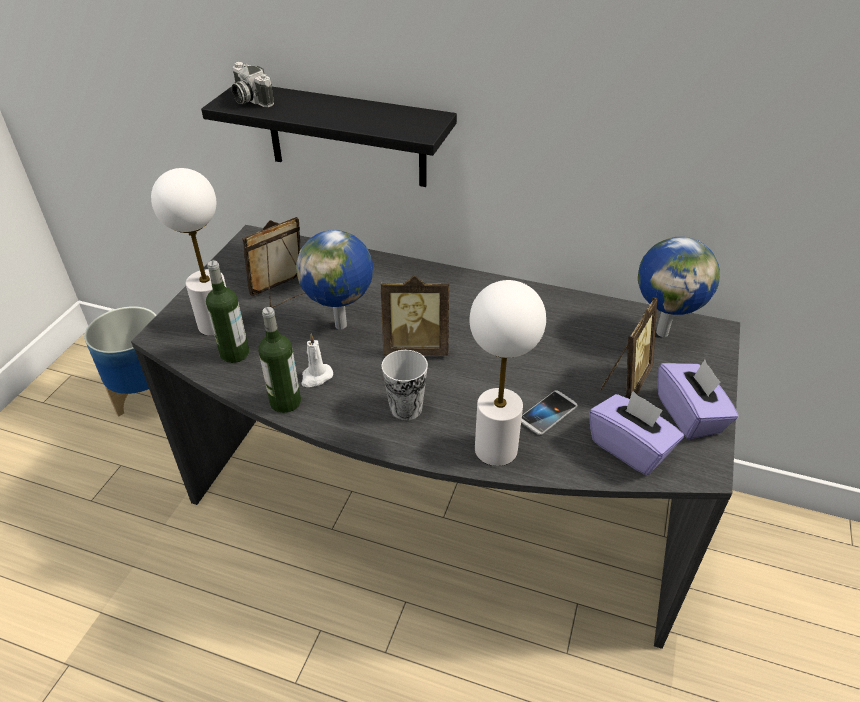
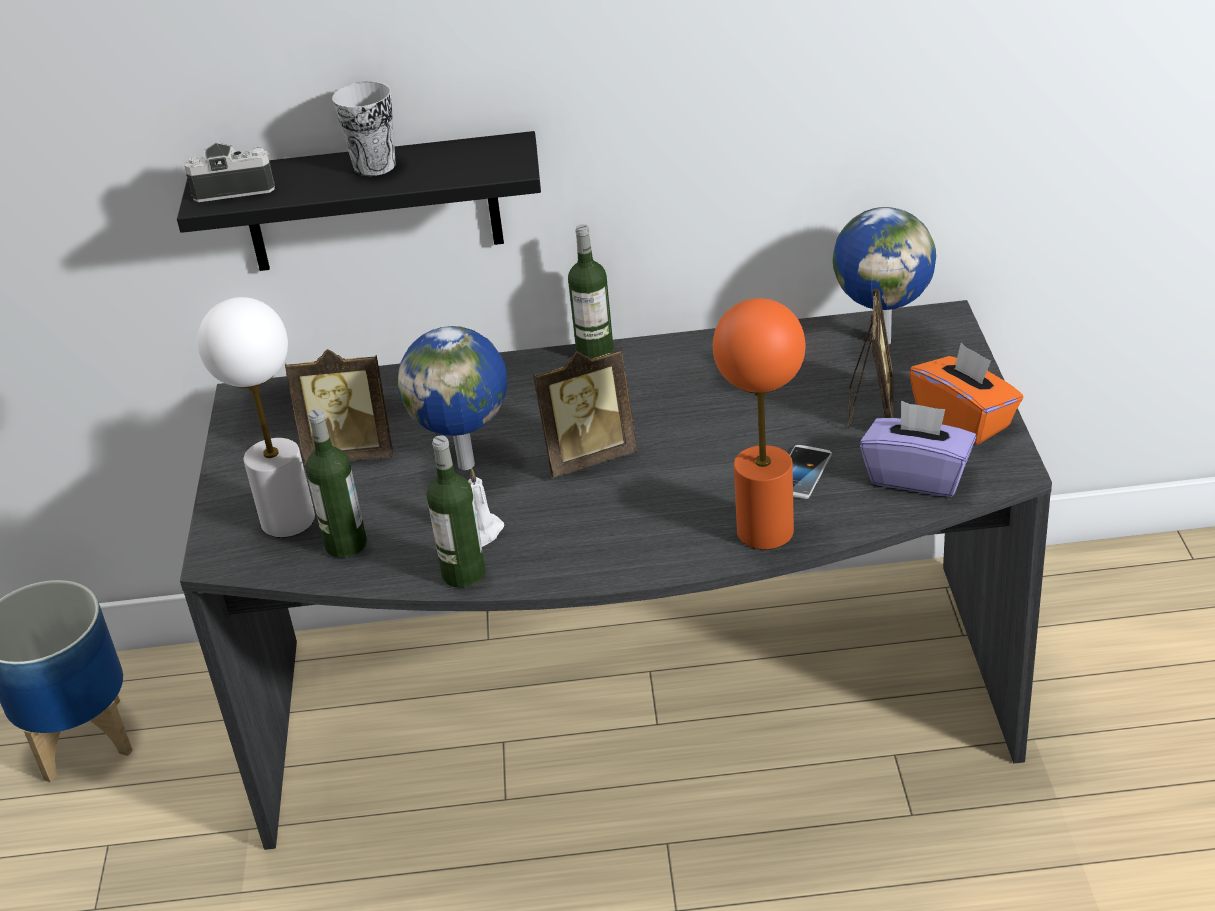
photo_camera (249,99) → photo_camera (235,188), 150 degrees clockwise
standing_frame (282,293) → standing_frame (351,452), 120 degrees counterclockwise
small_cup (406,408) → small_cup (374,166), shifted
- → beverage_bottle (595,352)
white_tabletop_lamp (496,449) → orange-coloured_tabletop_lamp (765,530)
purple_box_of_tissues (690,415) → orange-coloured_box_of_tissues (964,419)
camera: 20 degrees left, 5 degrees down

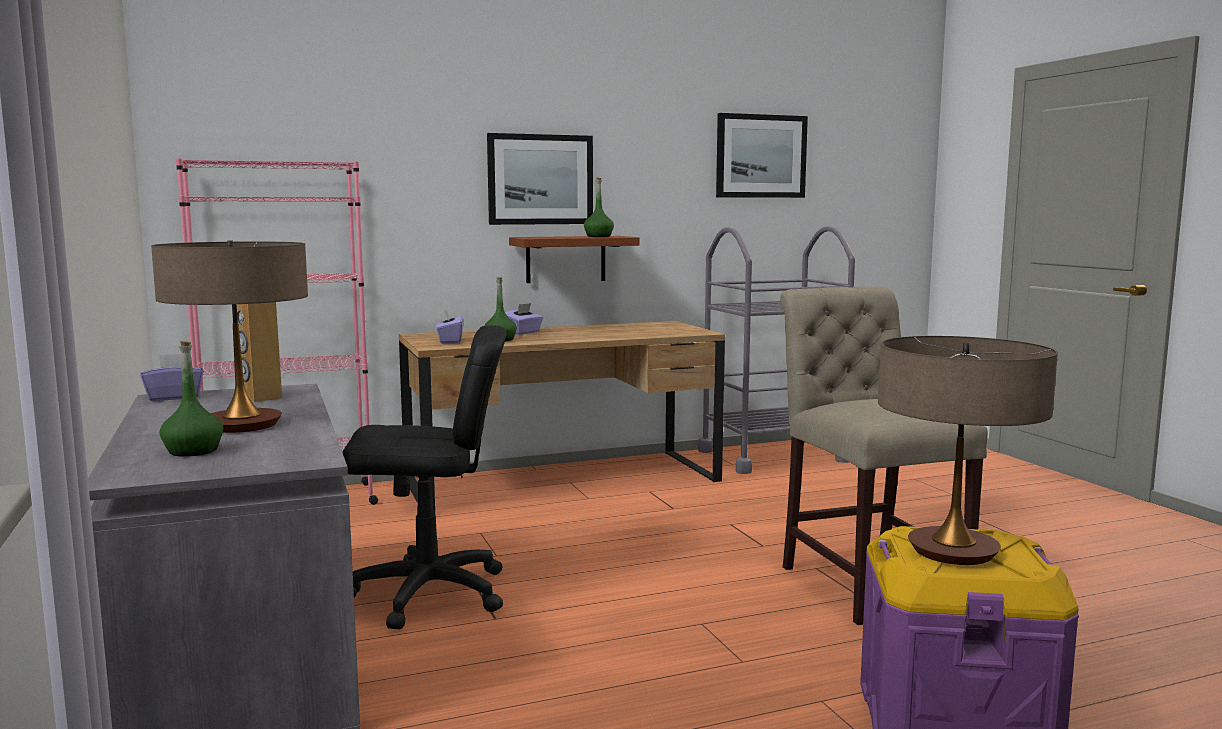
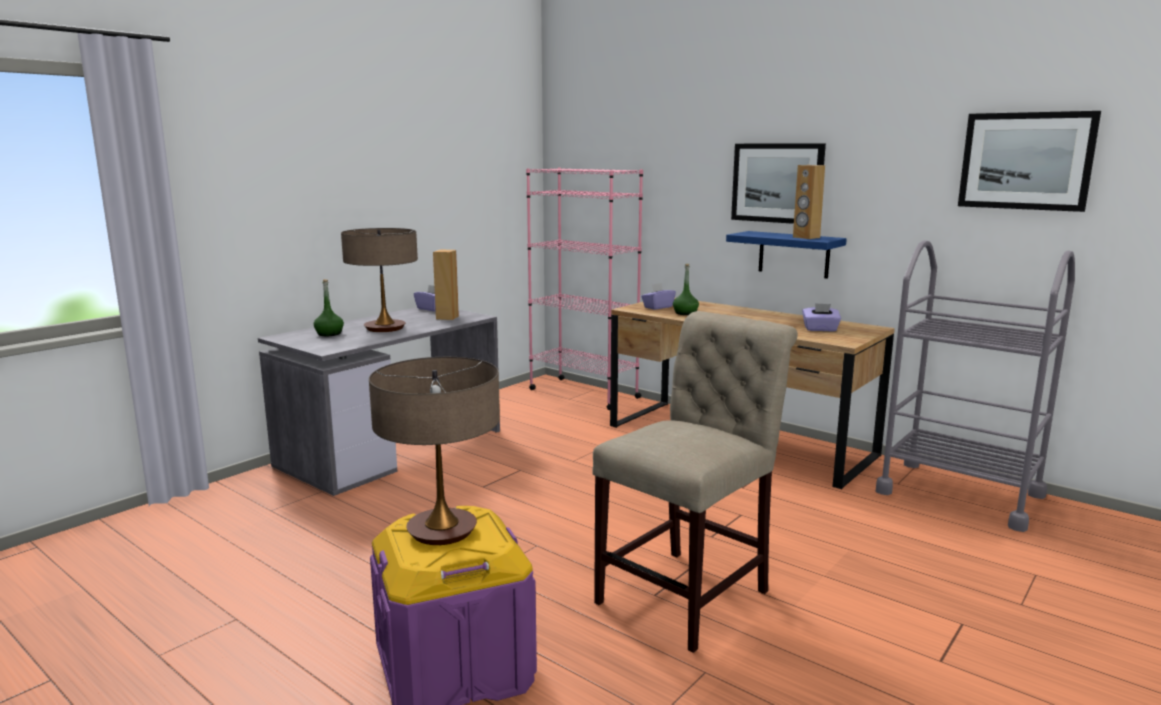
brown-coloured_wall_shelf (566,259) → blue-coloured_wall_shelf (794,254)
green-coloured_beverage_bottle (598,236) → brown-coloured_audio_speaker (806,237)
purple_box_of_tissues (522,332) → purple_box_of_tissues (820,329), shifted
black_desk_chair (429,594) → -
camera: 60 degrees right, 5 degrees up

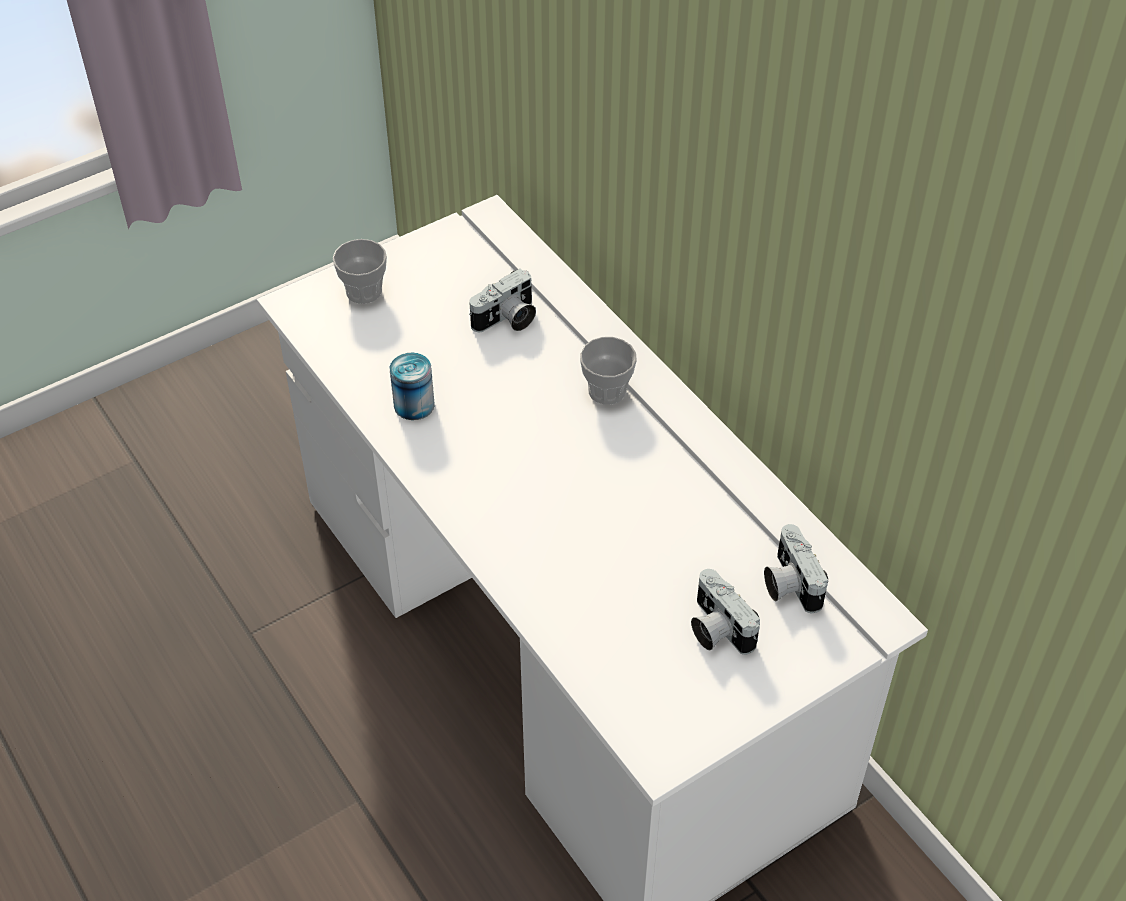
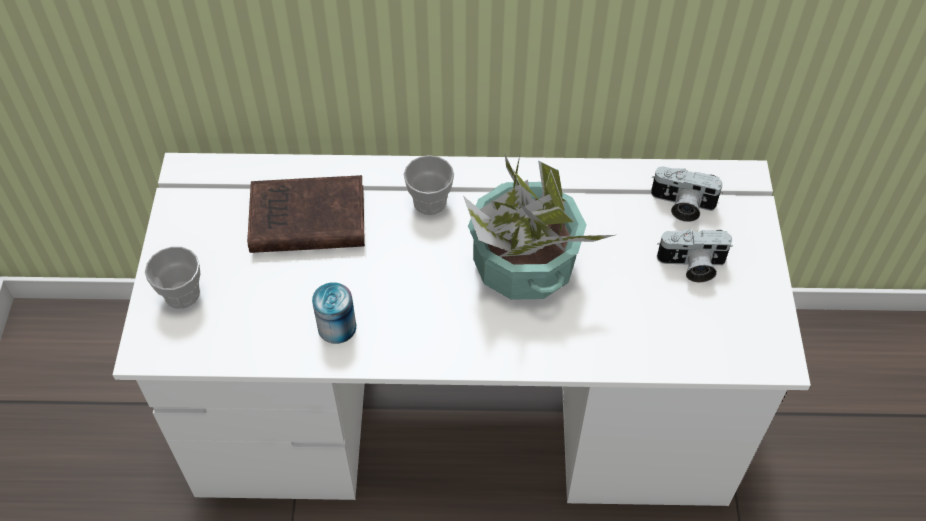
photo_camera (507,320) → brown-coloured_bound_book (304,220)
- → plant_in_a_pot (523,263)
camera: 55 degrees left, 5 degrees up

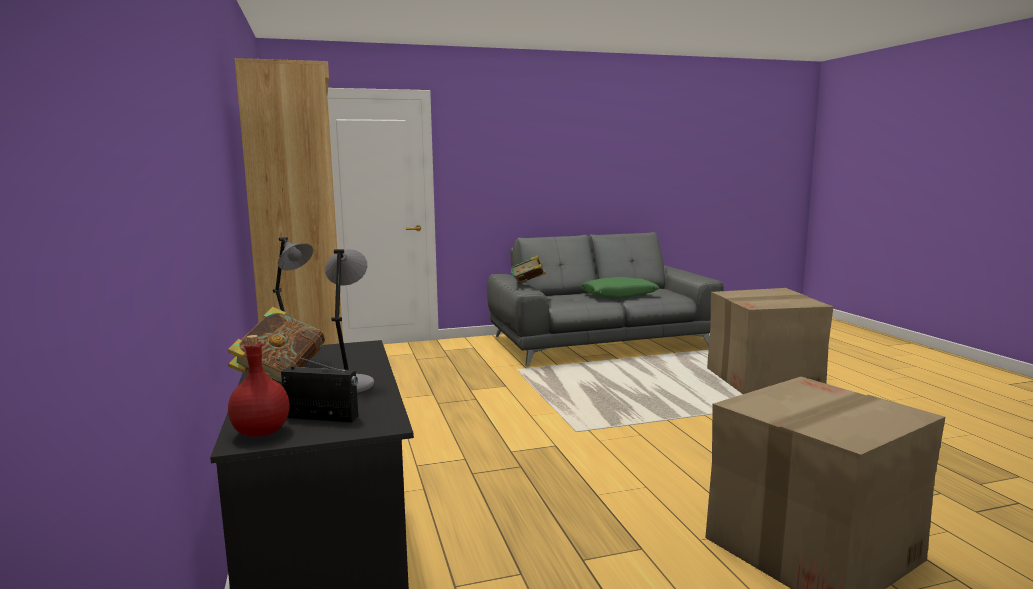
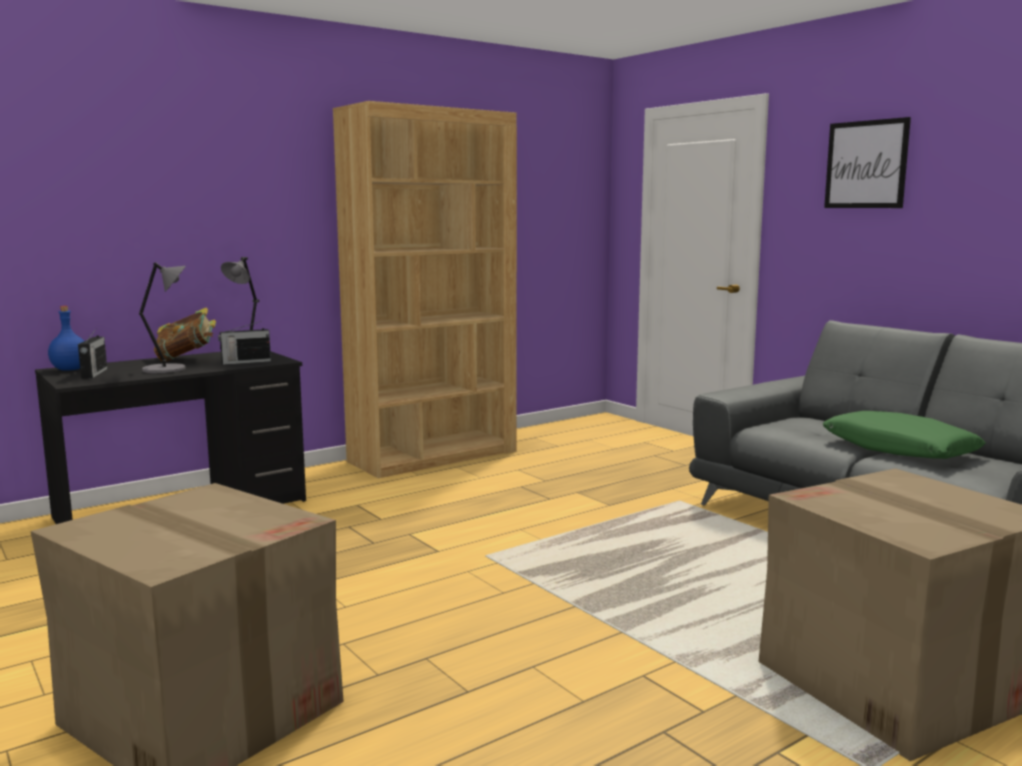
red_beverage_bottle (260,432) → blue-coloured_beverage_bottle (70,369)
- → radio (245,362)
- → wall_art (866,164)
bound_book (528,285) → -
camera: 70 degrees right, 0 degrees up

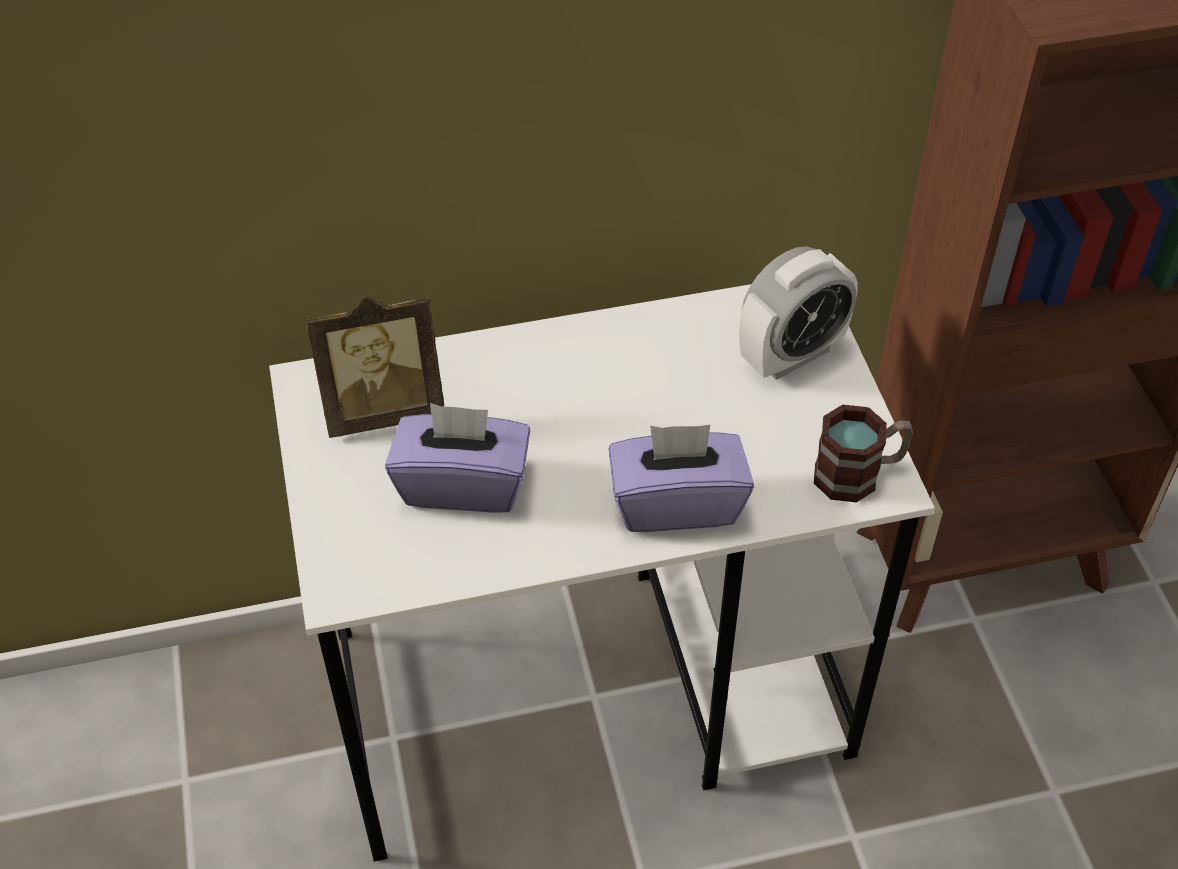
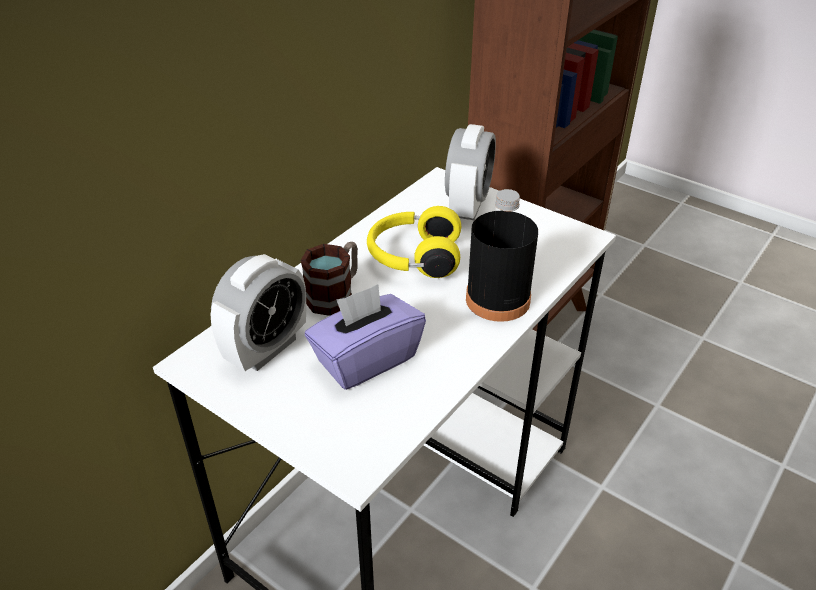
standing_frame (383,410) → bedside_clock (266,349)
tea_mug (859,474) → tea_mug (335,294), shifted
- → yellow-coloured_headphones (413,258)
purple_box_of_tissues (677,503) → black_beverage_bottle (497,300)
camera: 40 degrees left, 10 degrees down

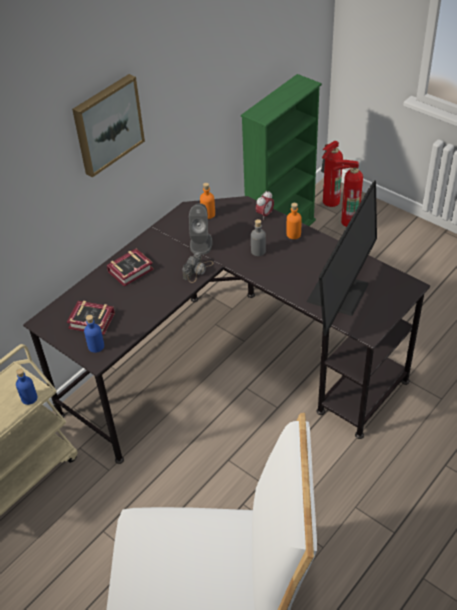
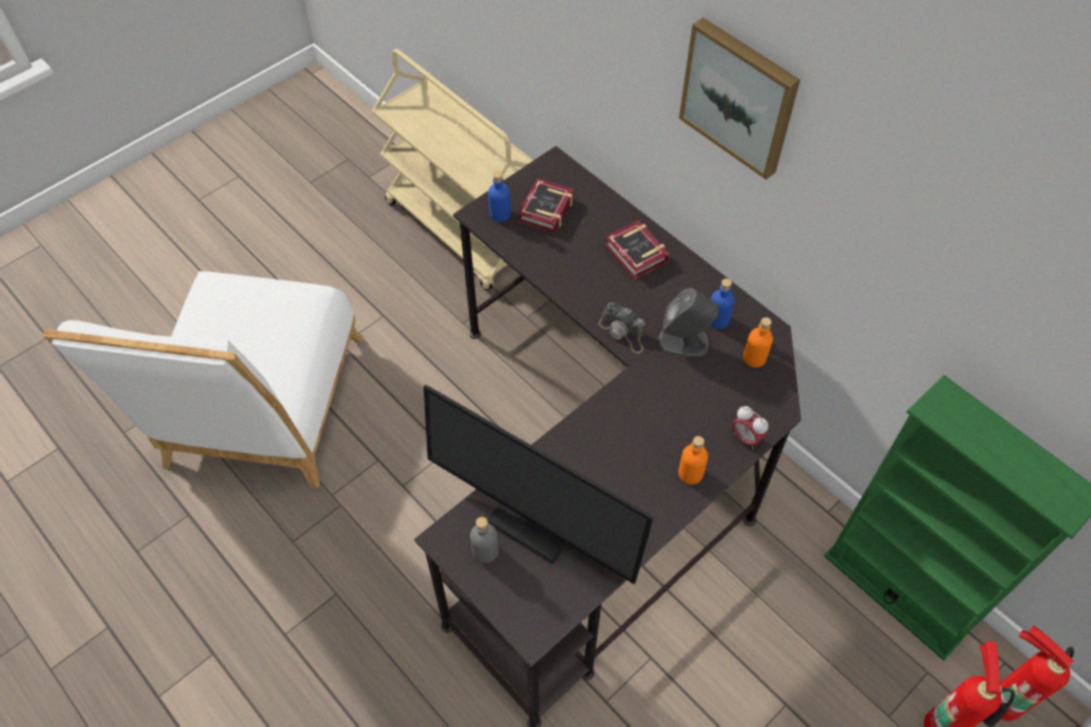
grey_beverage_bottle (258,251) → grey_beverage_bottle (485,551), shifted
blue-coloured_beverage_bottle (29,398) → blue-coloured_beverage_bottle (718,319), shifted
camera: 95 degrees right, 10 degrees up

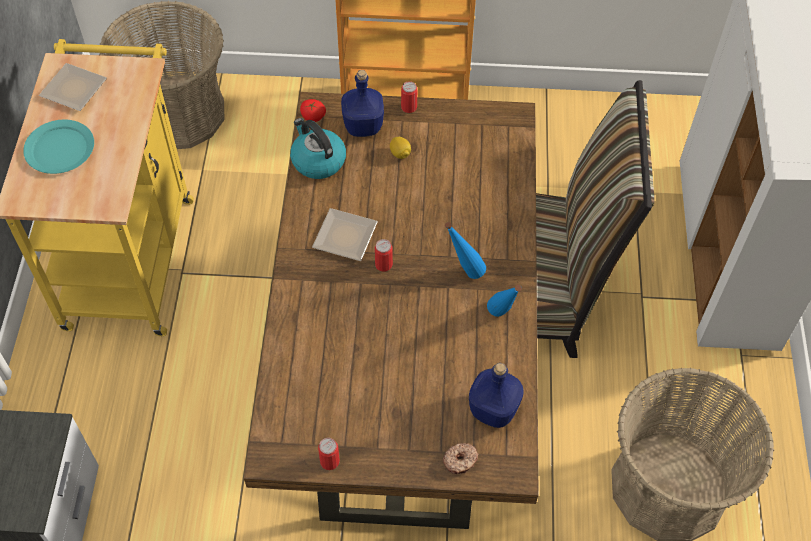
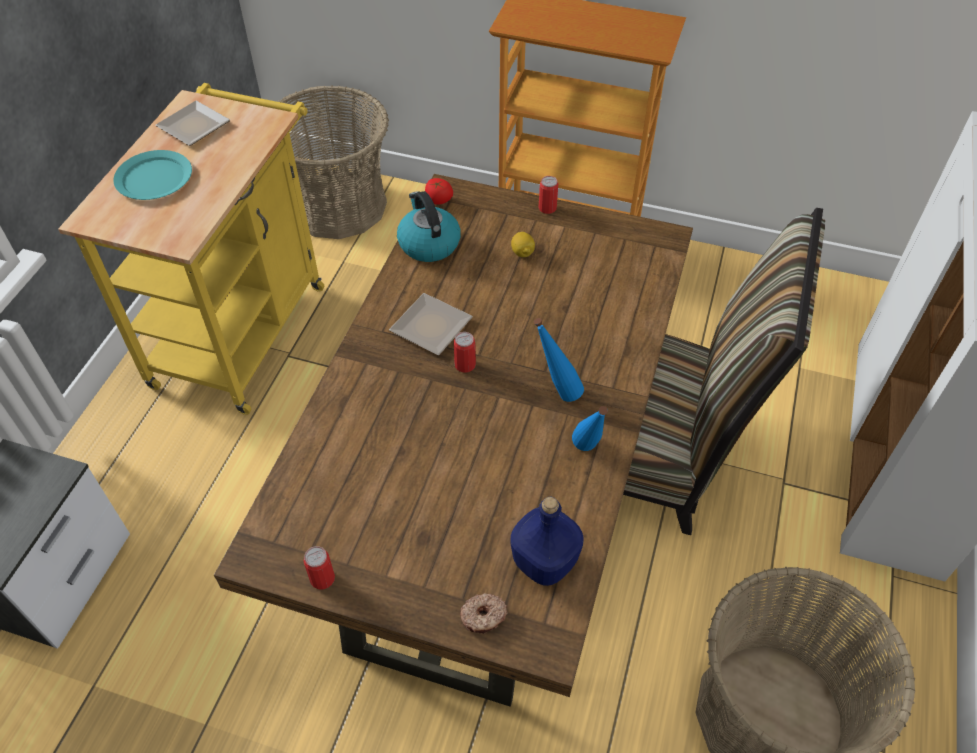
blue-coloured_beverage_bottle (363,127) → -
camera: 15 degrees right, 5 degrees down

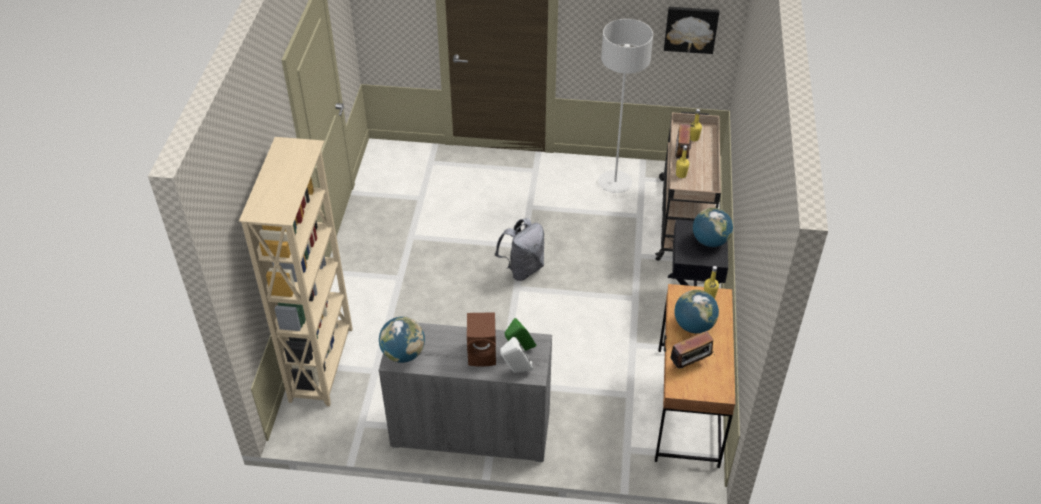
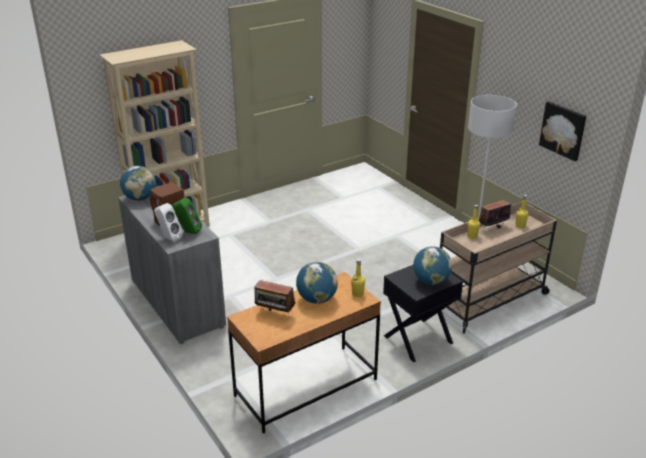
grey_knapsack (523,269) → -
camera: 50 degrees right, 15 degrees down

